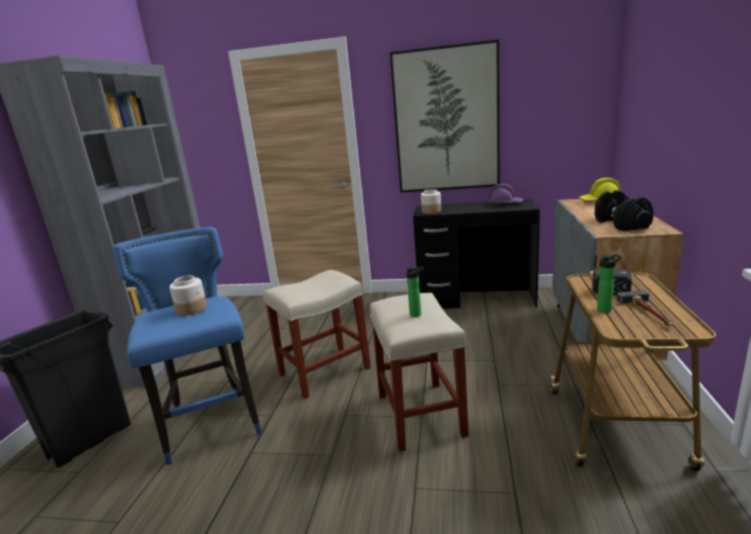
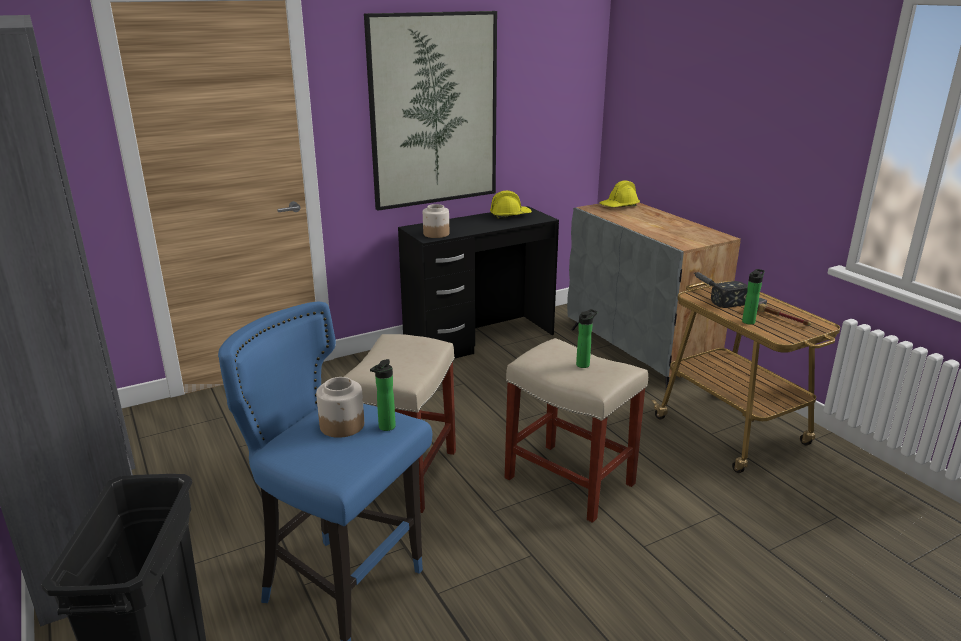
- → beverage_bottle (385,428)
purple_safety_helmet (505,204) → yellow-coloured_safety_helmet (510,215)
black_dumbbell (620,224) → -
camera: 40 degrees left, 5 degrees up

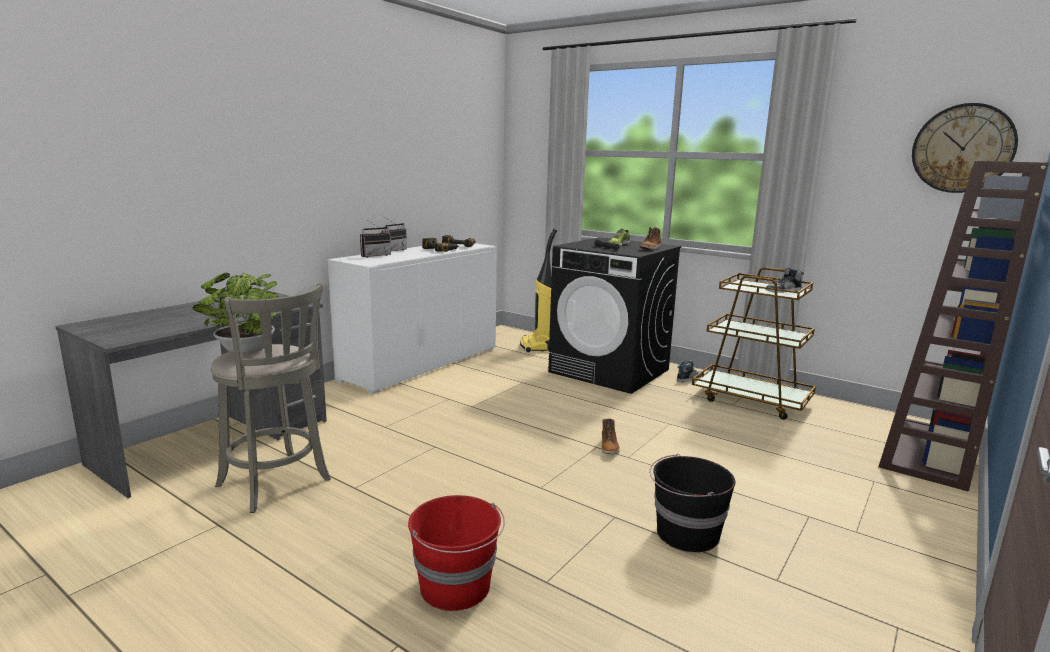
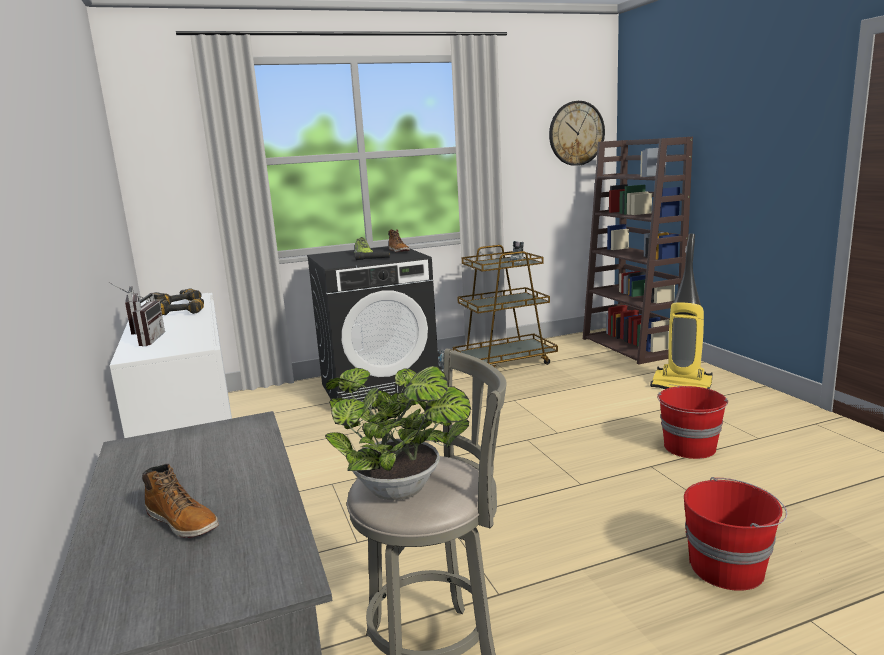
high-top_boot (609,447) → high-top_boot (183,522), shifted
vacuum_cleaner (536,346) → vacuum_cleaner (682,385), shifted
black_bucket (686,534) → red_bucket (690,448)
camera: 55 degrees left, 0 degrees up

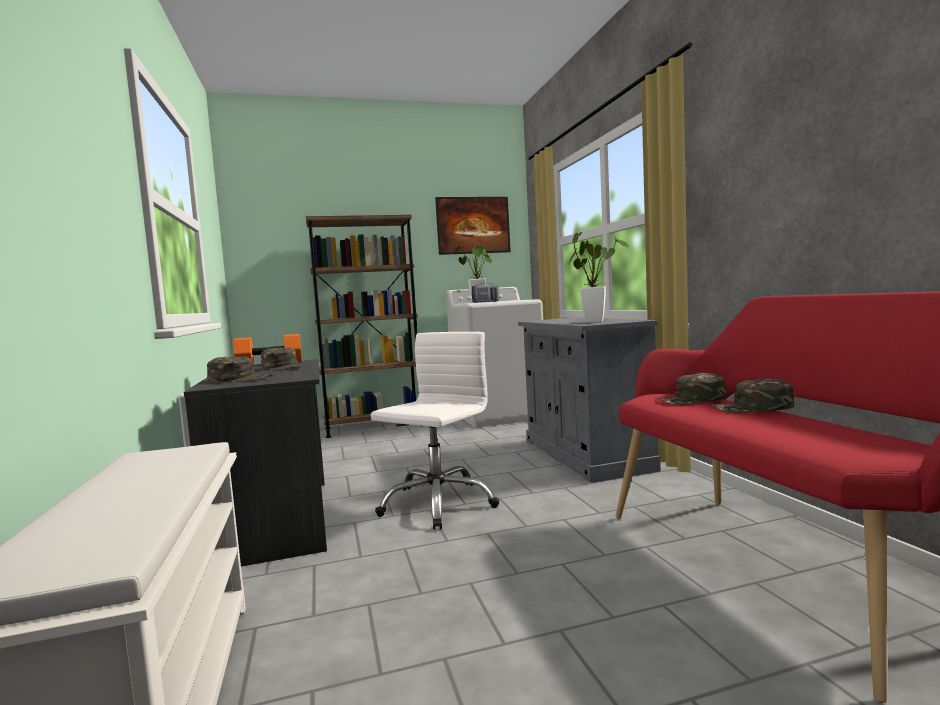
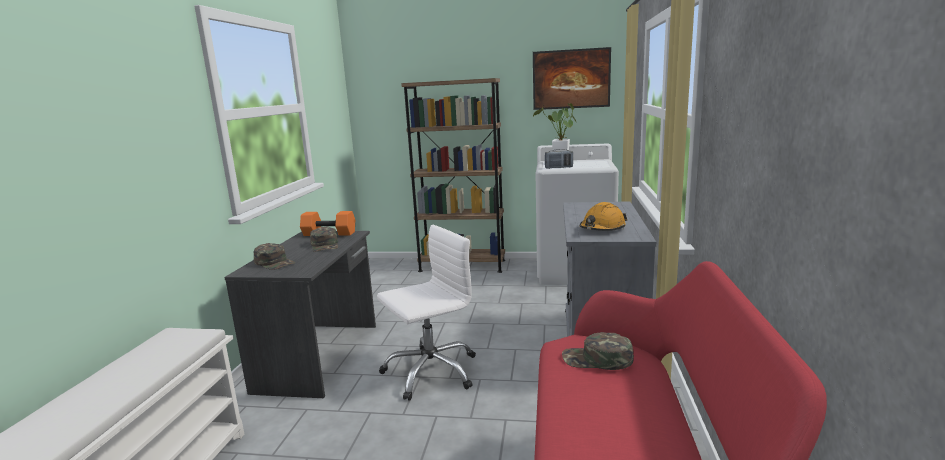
plant_in_a_pot (595,321) → orange-coloured_safety_helmet (602,228)
green-coloured_peaked_cap (752,407) → -
camera: 25 degrees right, 10 degrees up

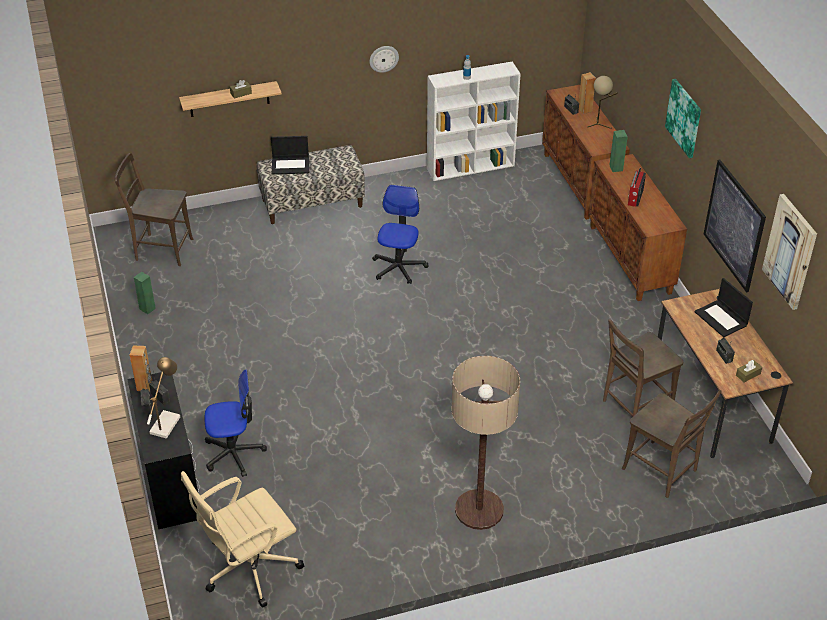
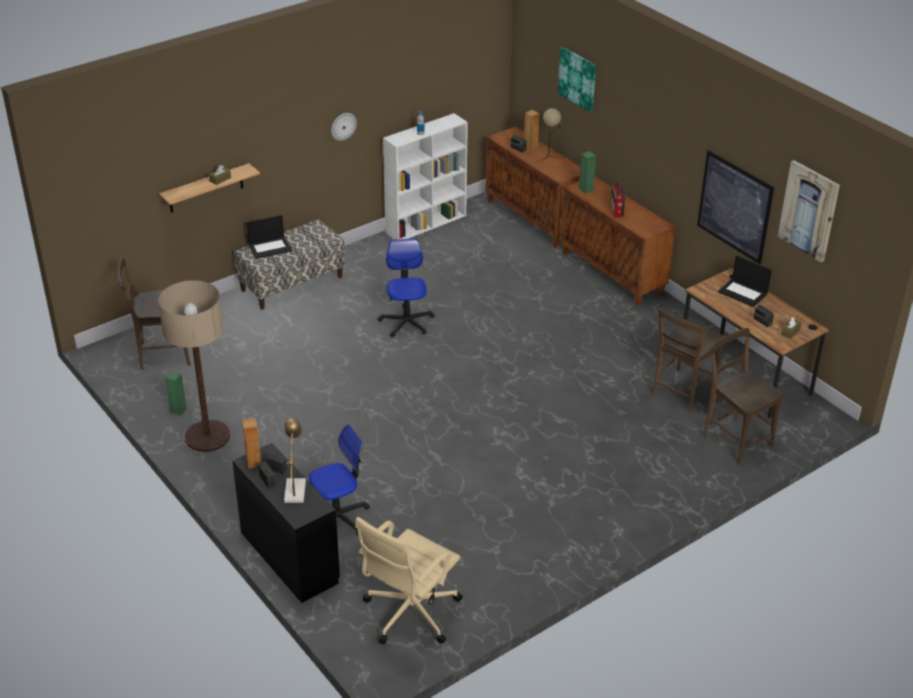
standing_lamp (479,510) → standing_lamp (207,437), shifted
wall_art (684,118) → wall_art (578,78), shifted
brown-coloured_chair (663,471) → brown-coloured_chair (735,439), 150 degrees counterclockwise
camera: 20 degrees left, 5 degrees down

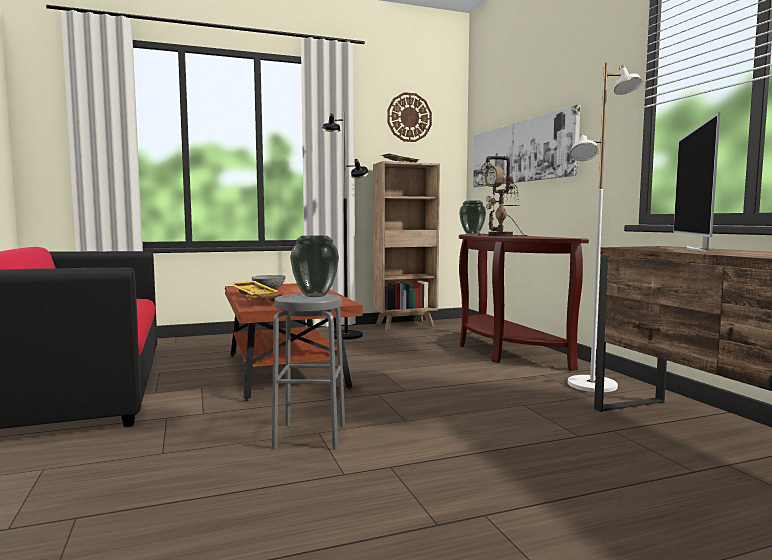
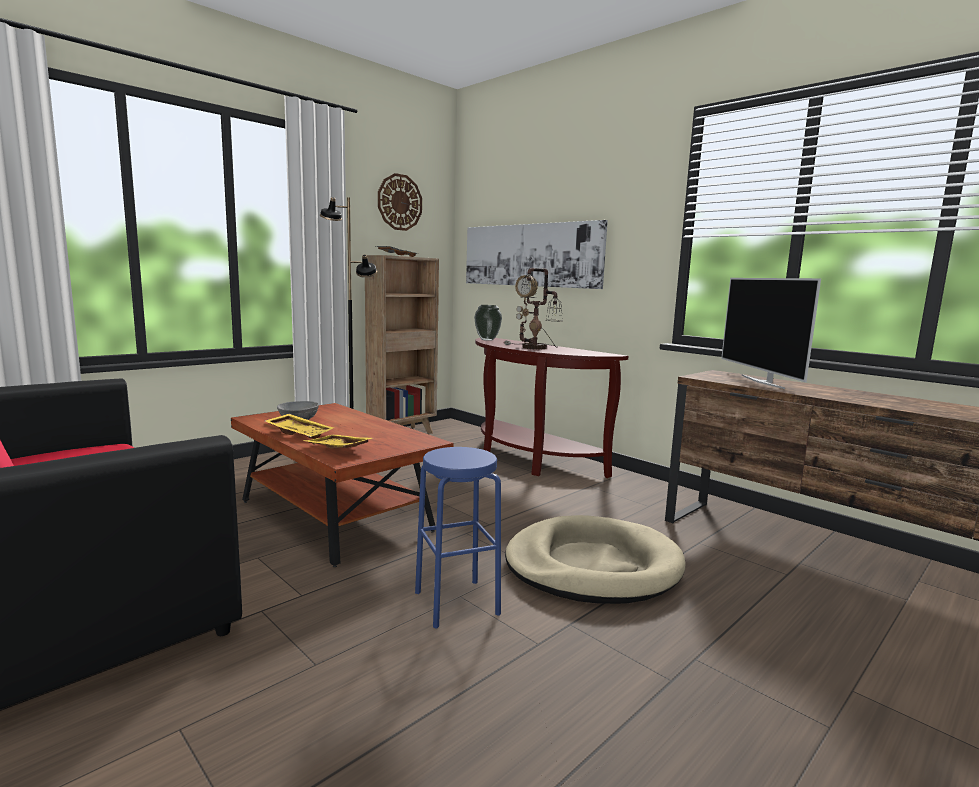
grey_stool_seat (310,436) → blue-coloured_stool_seat (457,603)
- → beige-coloured_dog_cushion (592,566)
vase (315,295) → -
white_standing_lamp (593,385) → -
camera: 25 degrees left, 5 degrees up

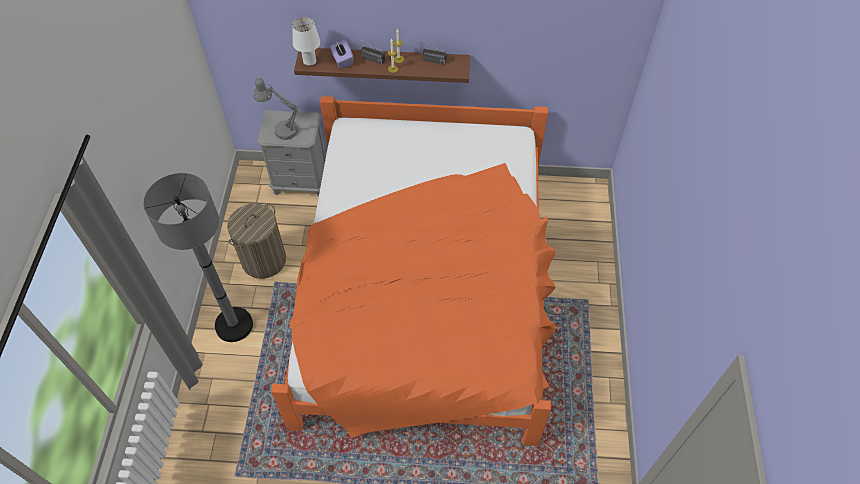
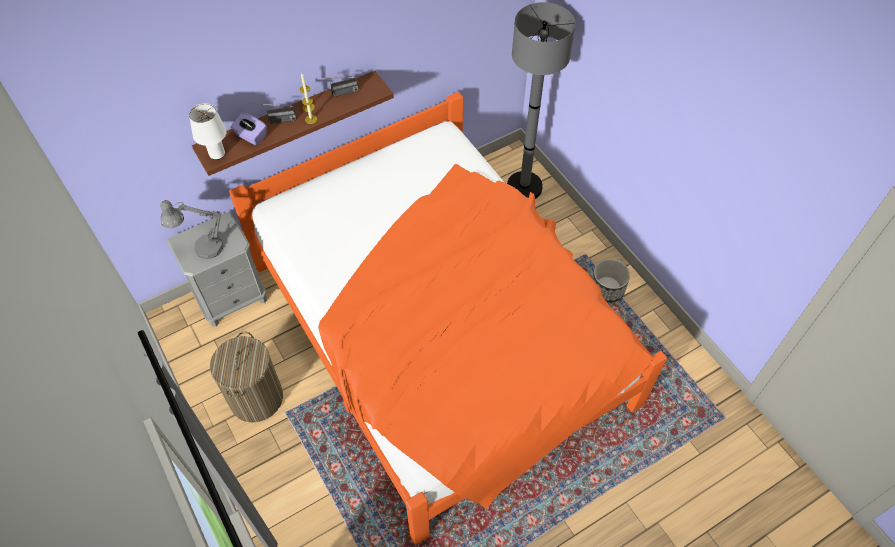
grey_standing_lamp (234,325) → grey_standing_lamp (524,187), shifted
- → plant_pot (607,289)
camera: 35 degrees left, 0 degrees up

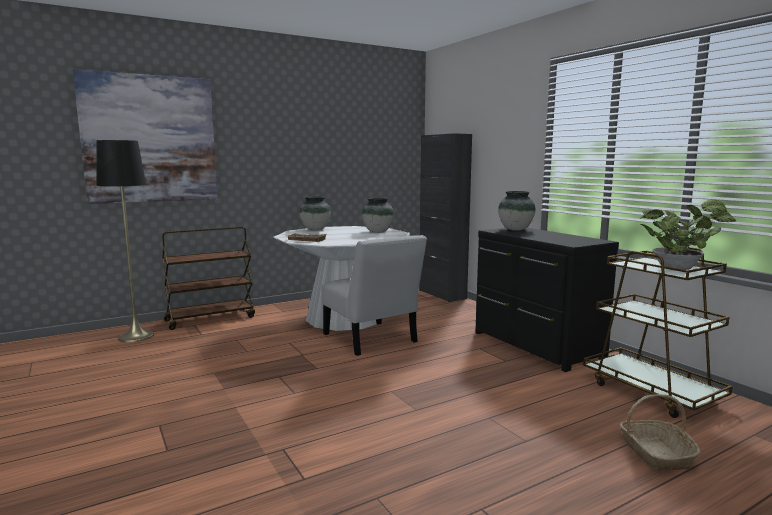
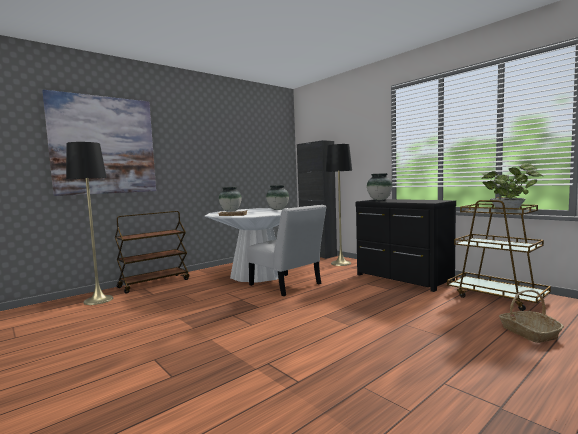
- → black_standing_lamp (341,263)
camera: 10 degrees left, 5 degrees down

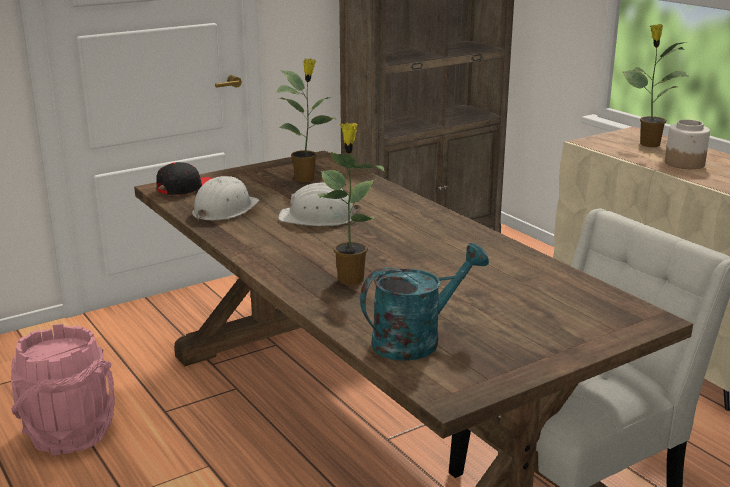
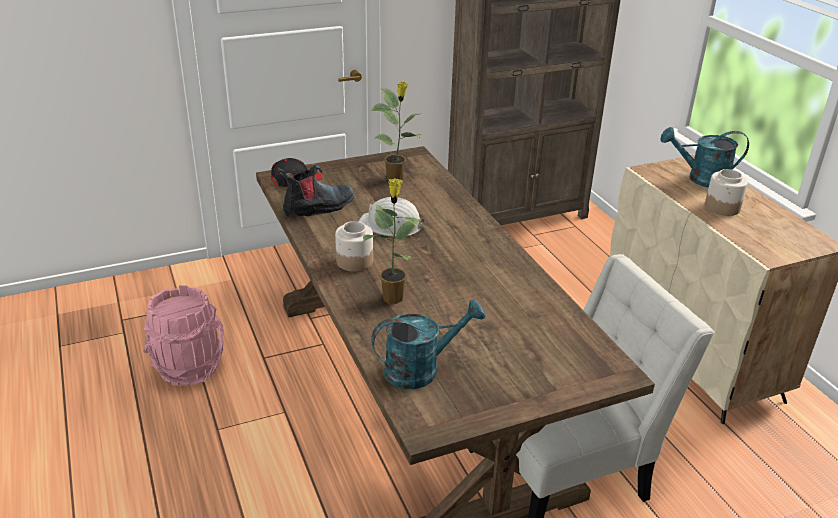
white_safety_helmet (224,210) → high-top_boot (318,208)
- → storage_jar (354,261)
plant_in_a_pot (648,144) → blue-green_watering_pot (700,179)
camera: 10 degrees right, 10 degrees up

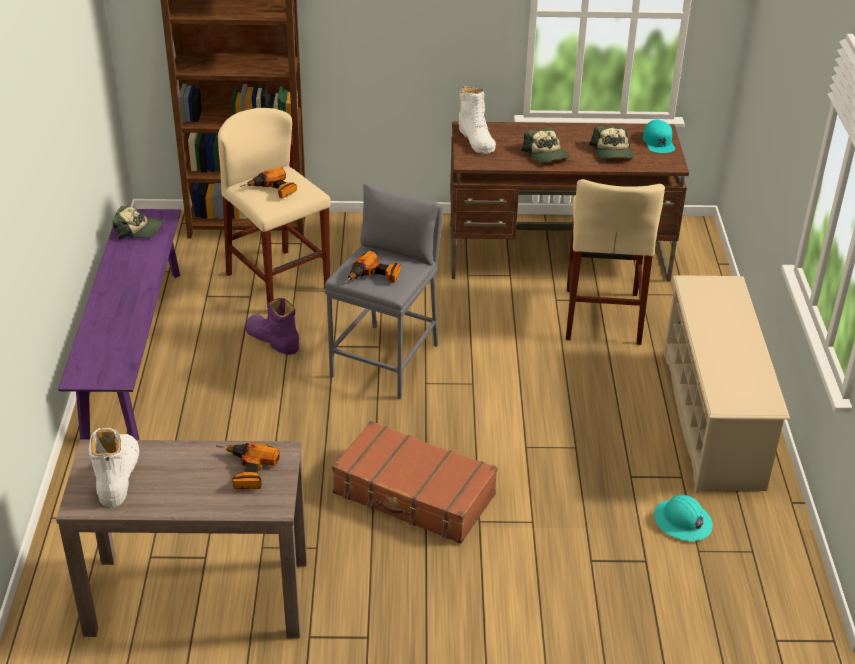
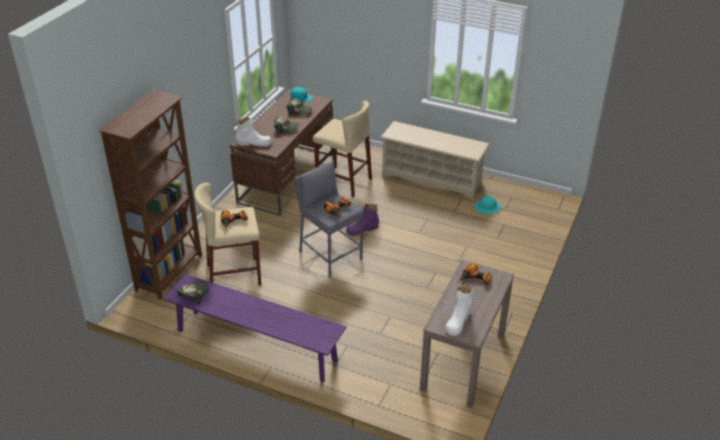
purple_high-top_boot (272,339) → purple_high-top_boot (362,229), shifted
white_high-top_boot (118,475) → white_high-top_boot (458,321), 90 degrees counterclockwise
brown-coloured_travel_case (414,495) → -
camera: 65 degrees left, 0 degrees up

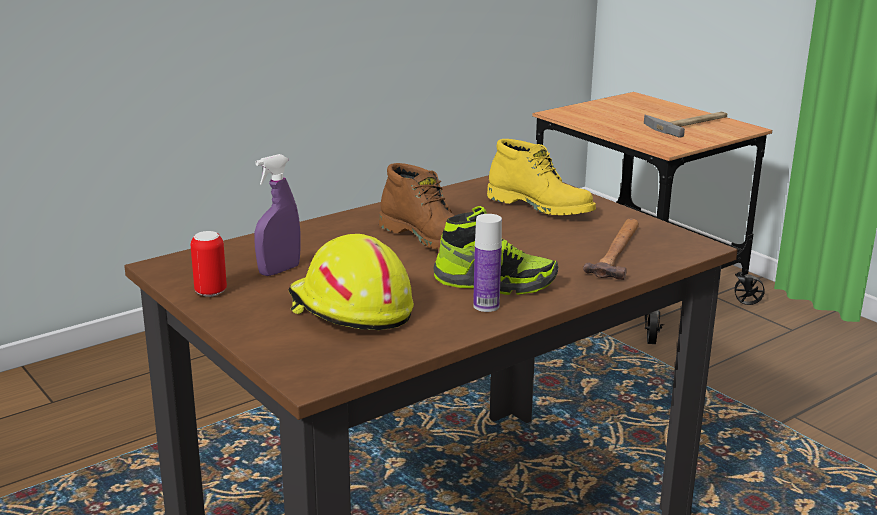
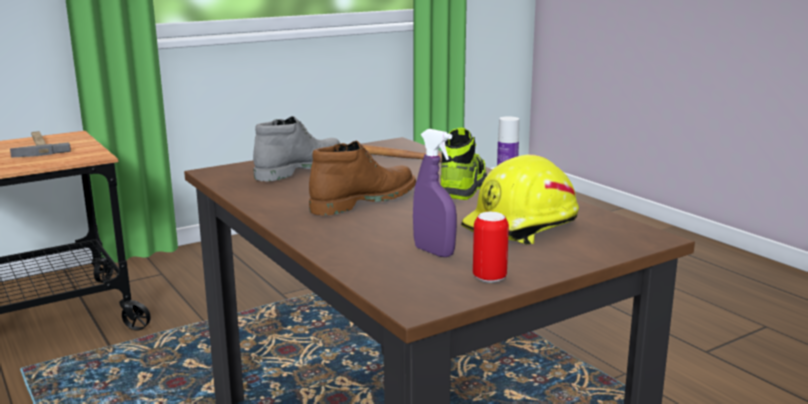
yellow-coloured_high-top_boot (541,207) → grey_high-top_boot (299,169)
camera: 85 degrees left, 5 degrees down

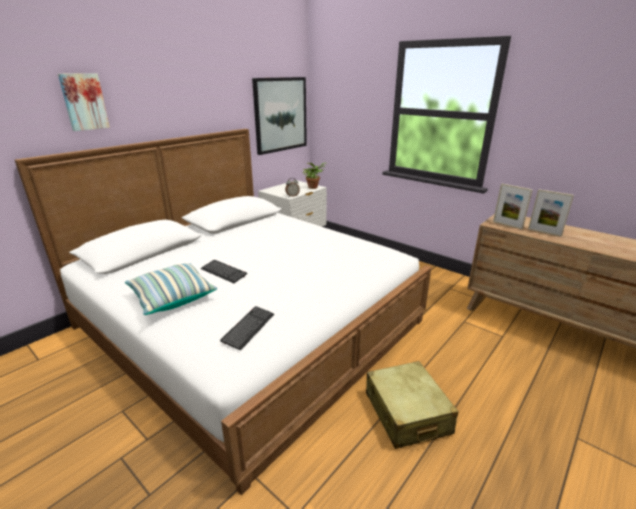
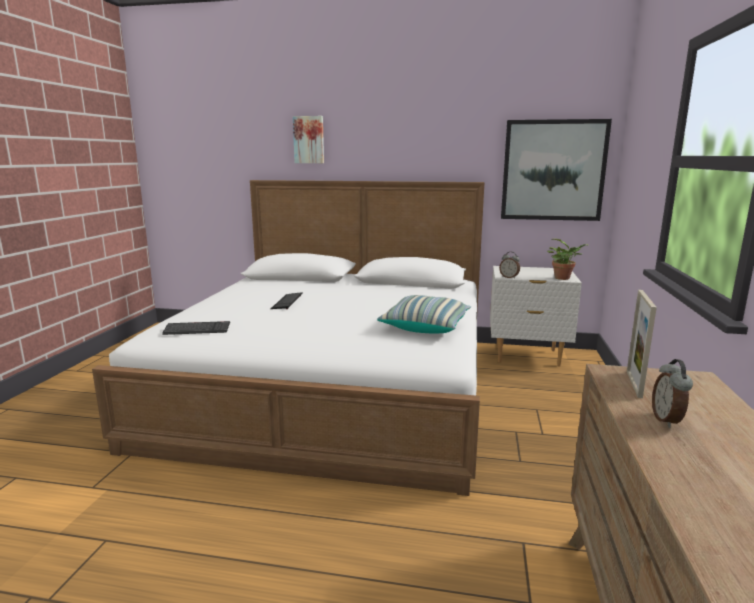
cushion (172,297) → cushion (425,326), shifted
standing_frame (544,232) → bedside_clock (667,420)
beige-coloured_travel_case (406,413) → -
camera: 60 degrees right, 10 degrees down

